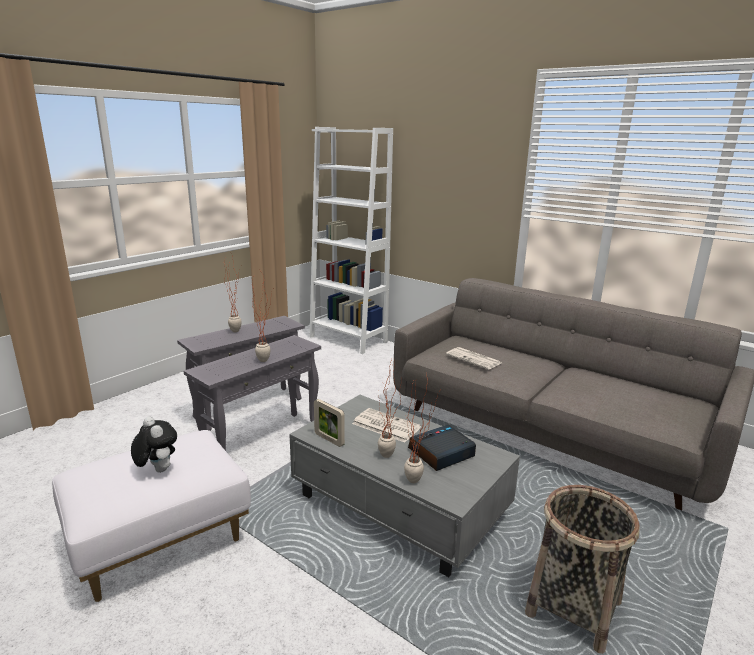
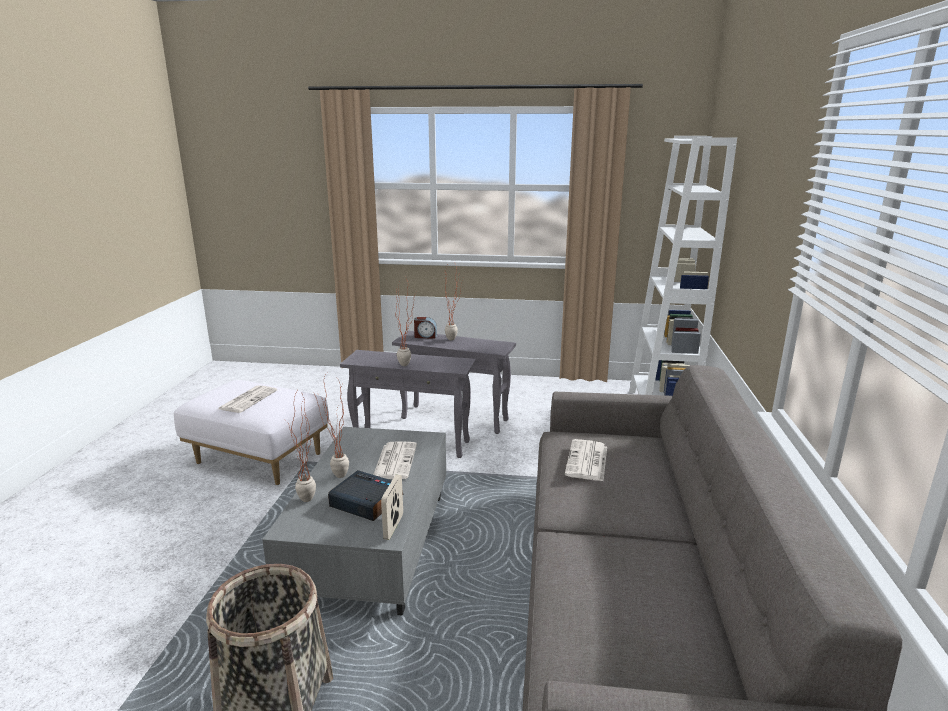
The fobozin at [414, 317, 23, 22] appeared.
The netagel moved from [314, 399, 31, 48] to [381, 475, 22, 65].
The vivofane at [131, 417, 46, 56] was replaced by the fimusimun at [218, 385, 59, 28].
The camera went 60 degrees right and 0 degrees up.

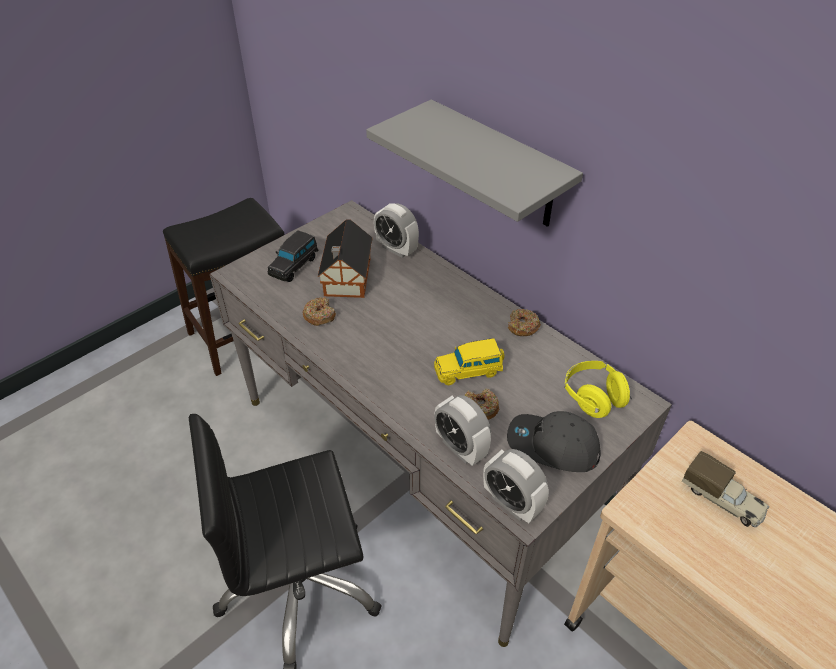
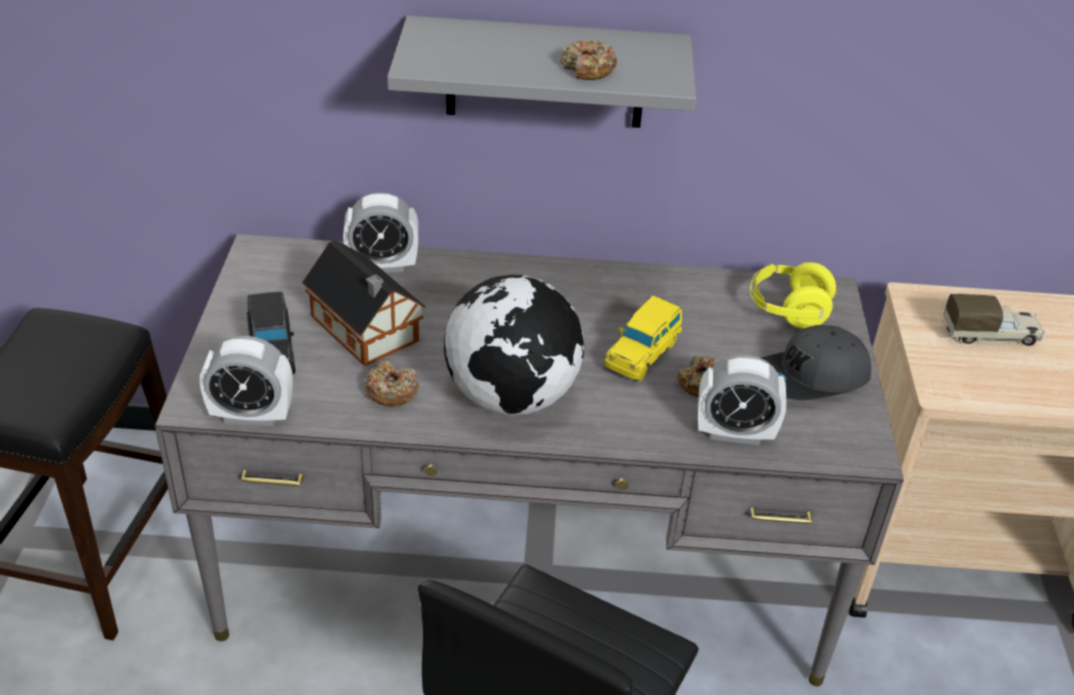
The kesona at [444, 275, 141, 140] appeared.
The fobozin moved from [483, 449, 66, 74] to [200, 336, 93, 90].
The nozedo moved from [508, 309, 33, 27] to [561, 39, 56, 41].
The camera went 45 degrees left and 5 degrees down.

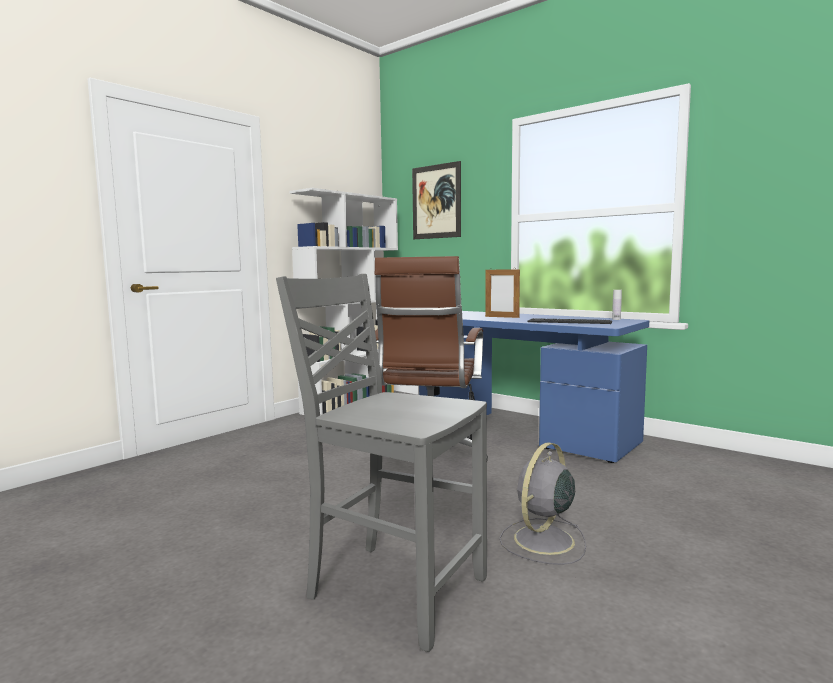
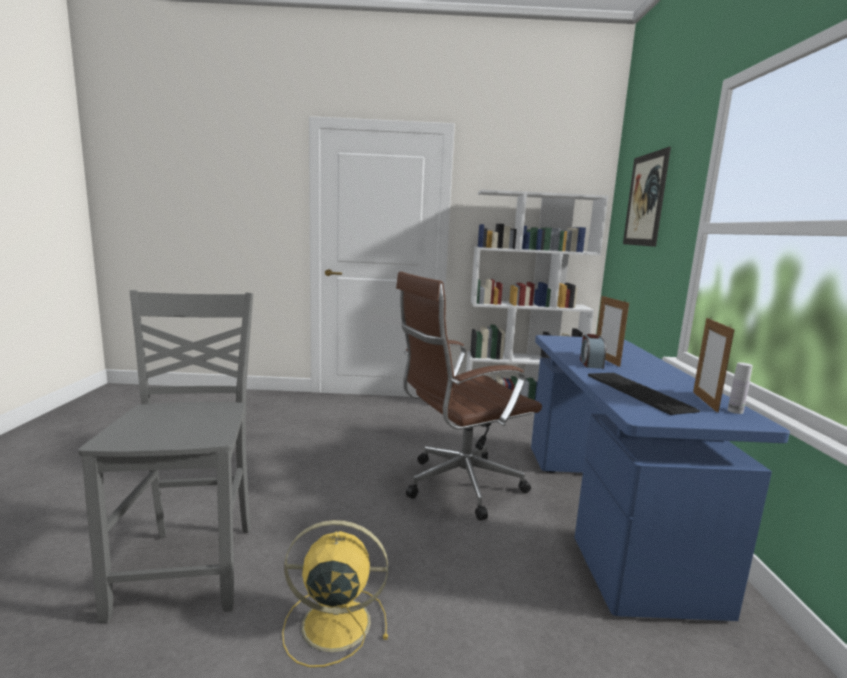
The fobozin at [580, 334, 26, 35] appeared.
The netagel at [693, 318, 42, 95] appeared.
The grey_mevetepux at [500, 442, 86, 123] became the yellow_mevetepux at [282, 520, 106, 147].
The camera went 50 degrees right and 5 degrees up.

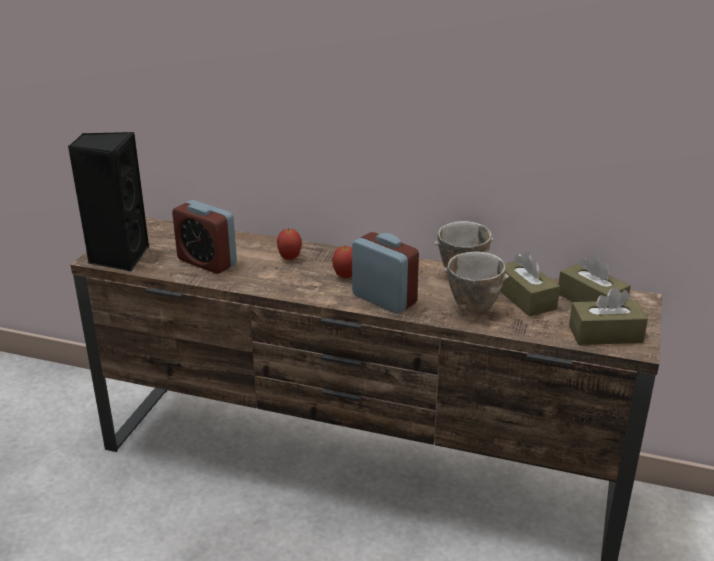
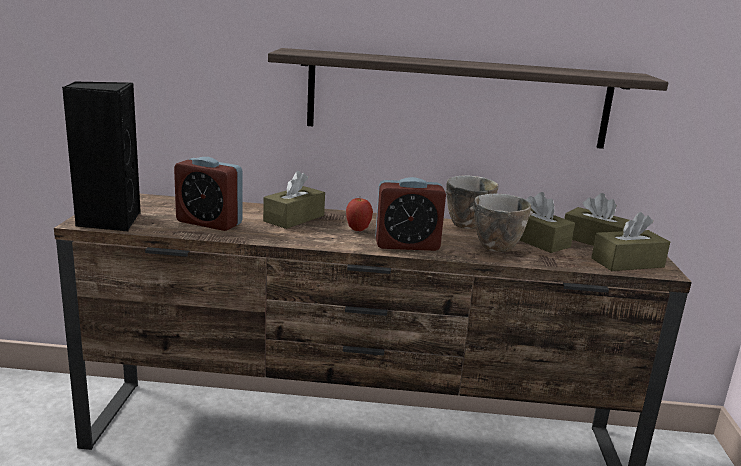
The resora at [268, 48, 400, 101] appeared.
The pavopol at [277, 228, 25, 32] was replaced by the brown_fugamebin at [263, 171, 62, 58].
The fobozin at [352, 232, 67, 81] turned 150 degrees clockwise.
The camera went 15 degrees left and 10 degrees down.

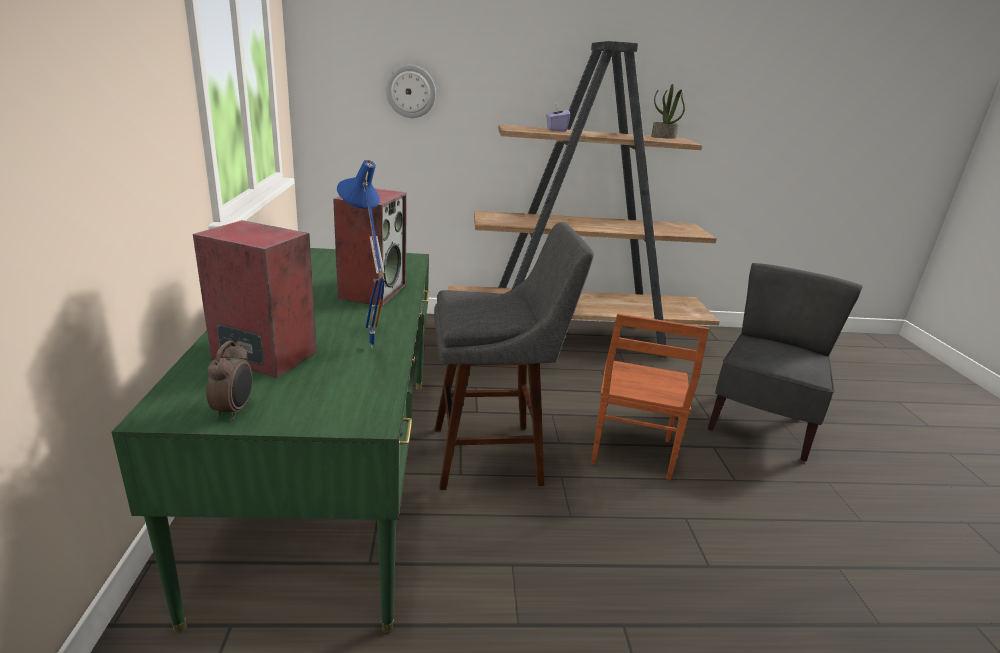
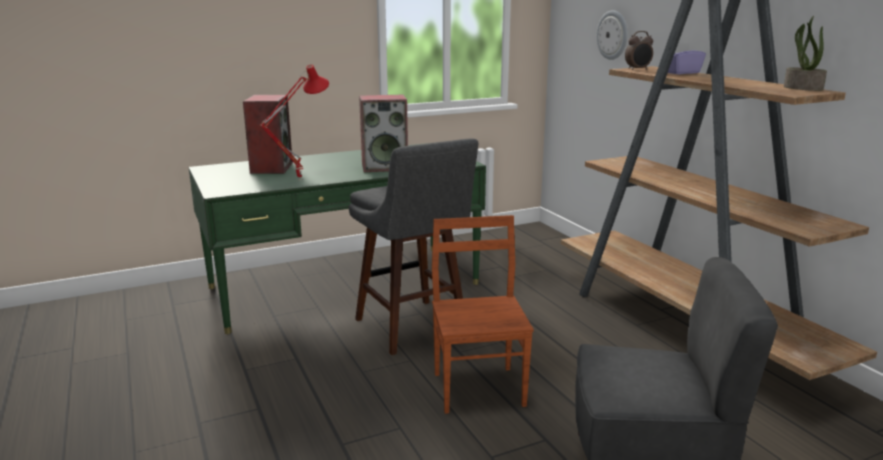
The fobozin moved from [206, 340, 46, 80] to [625, 31, 28, 39].
The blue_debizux at [337, 160, 48, 189] became the red_debizux at [260, 64, 69, 116].
The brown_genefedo at [591, 313, 118, 167] turned 90 degrees clockwise.
The camera went 70 degrees right and 5 degrees down.

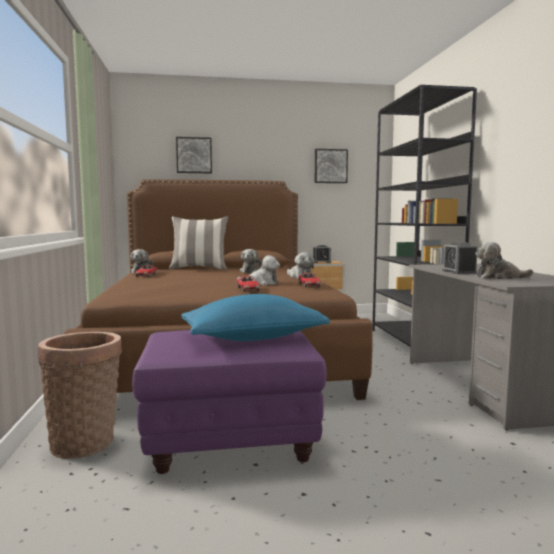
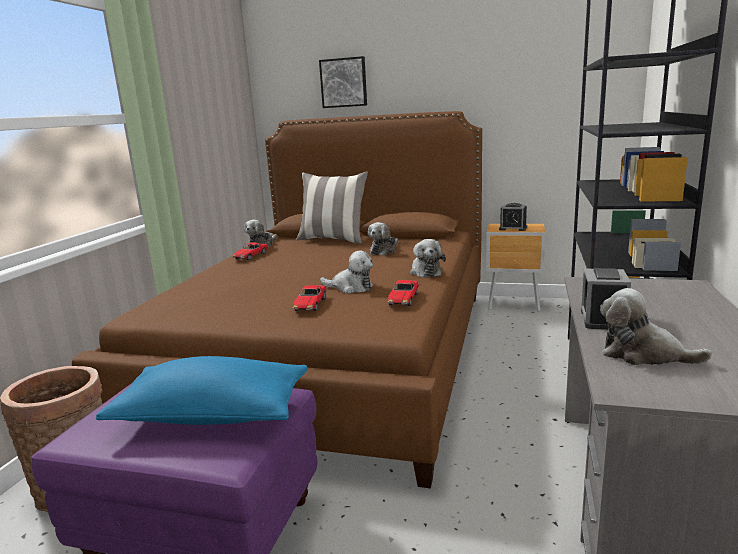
The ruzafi at [315, 149, 33, 34] disappeared.
The camera went 25 degrees right and 10 degrees up.

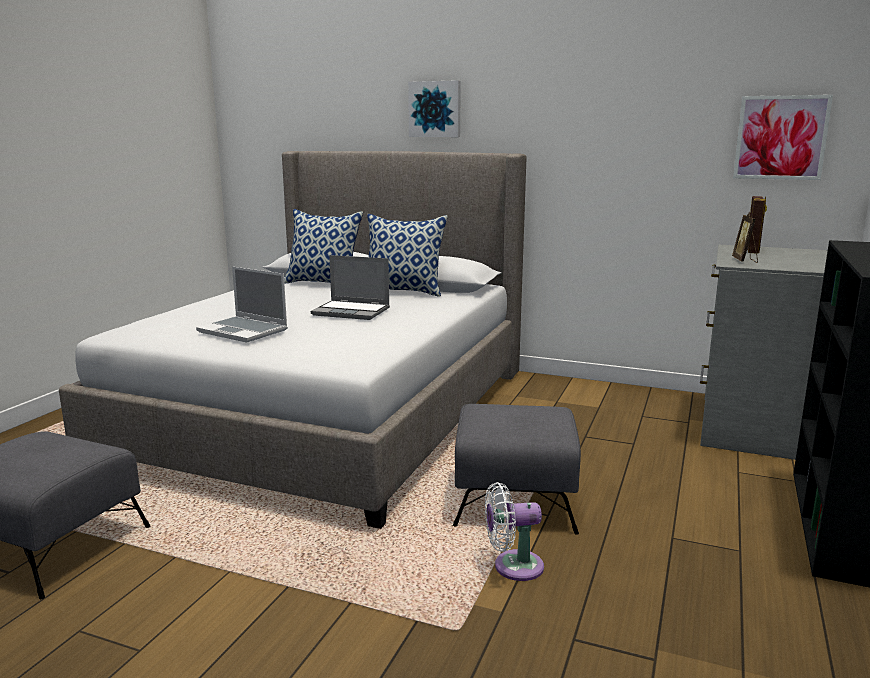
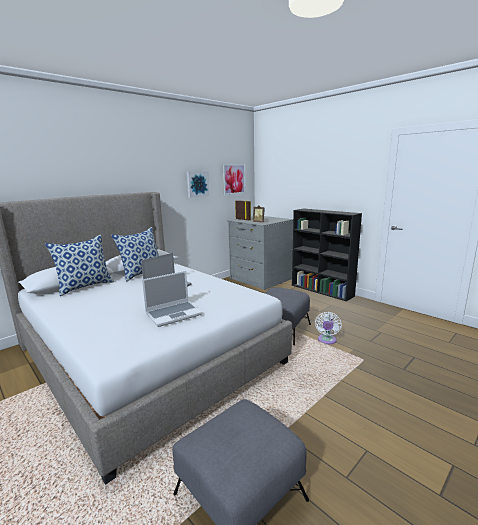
The ruzafi moved from [408, 80, 53, 57] to [187, 171, 23, 27].
The camera went 65 degrees left and 0 degrees up.

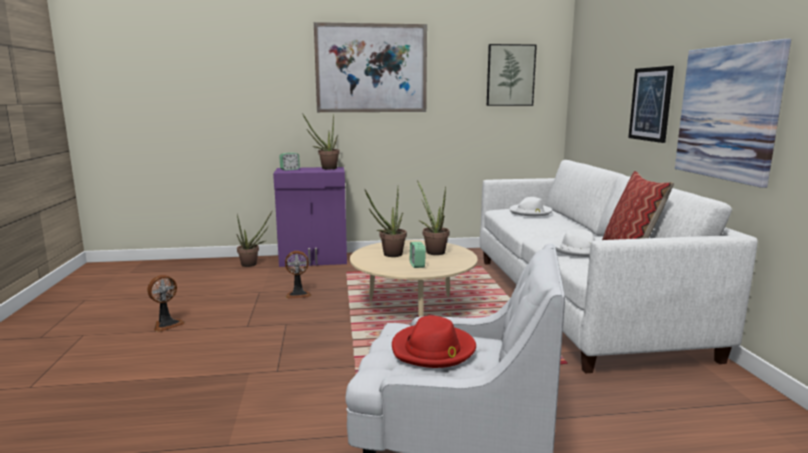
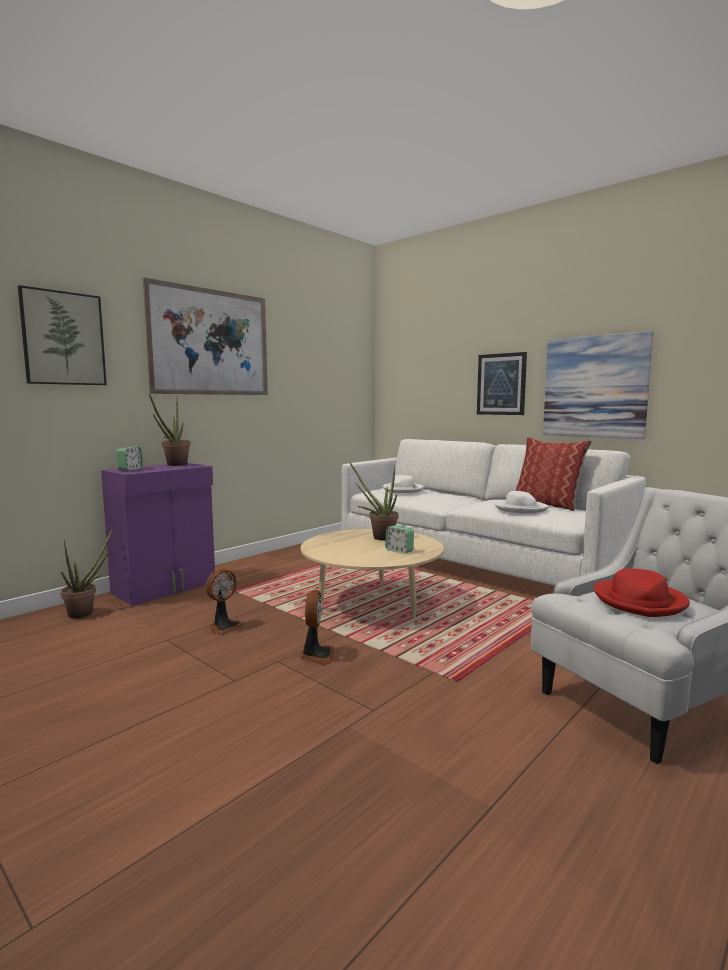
The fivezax at [365, 188, 42, 69] disappeared.
The mevetepux moved from [147, 275, 38, 57] to [300, 590, 34, 75].
The ruzafi moved from [487, 44, 50, 62] to [18, 285, 89, 100].
The camera went 40 degrees left and 5 degrees down.

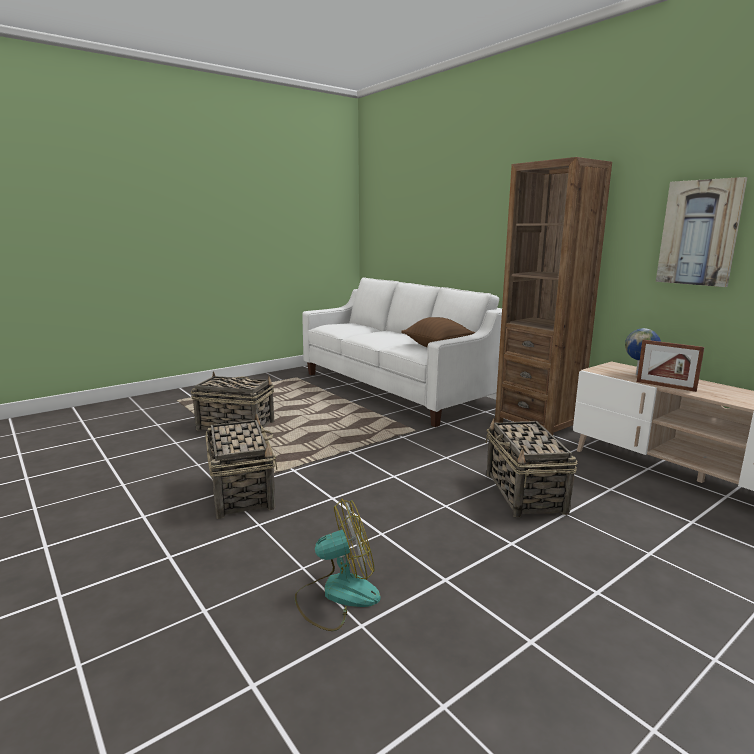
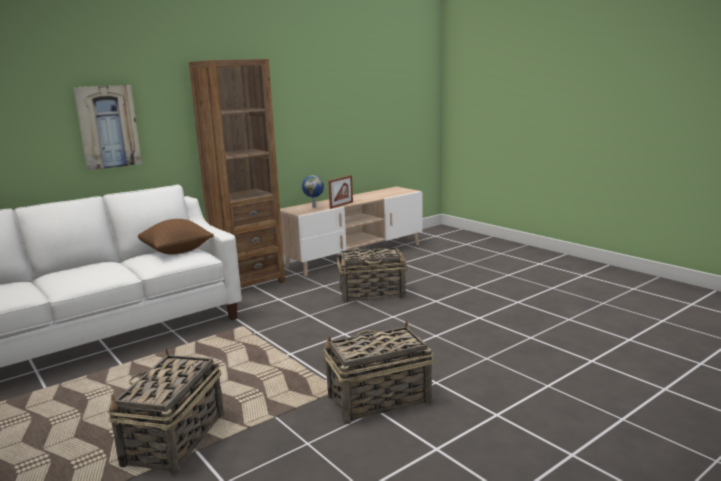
The mevetepux at [295, 499, 86, 132] disappeared.
The ruzafi moved from [656, 177, 92, 110] to [73, 85, 69, 86].
The camera went 90 degrees left and 0 degrees up.

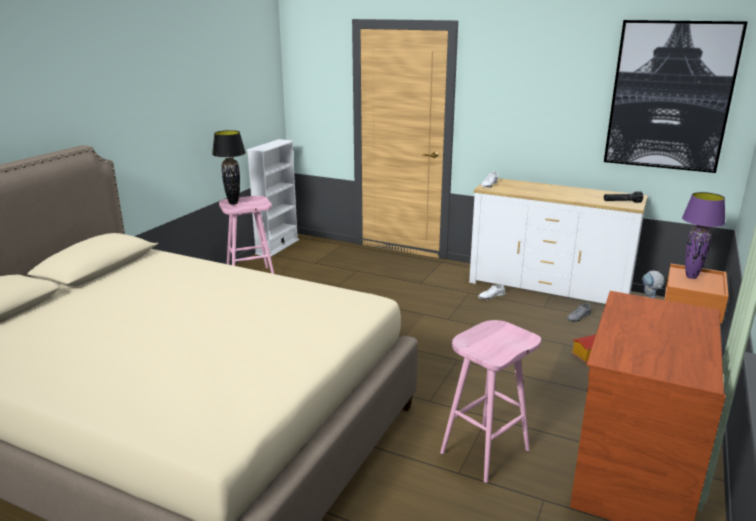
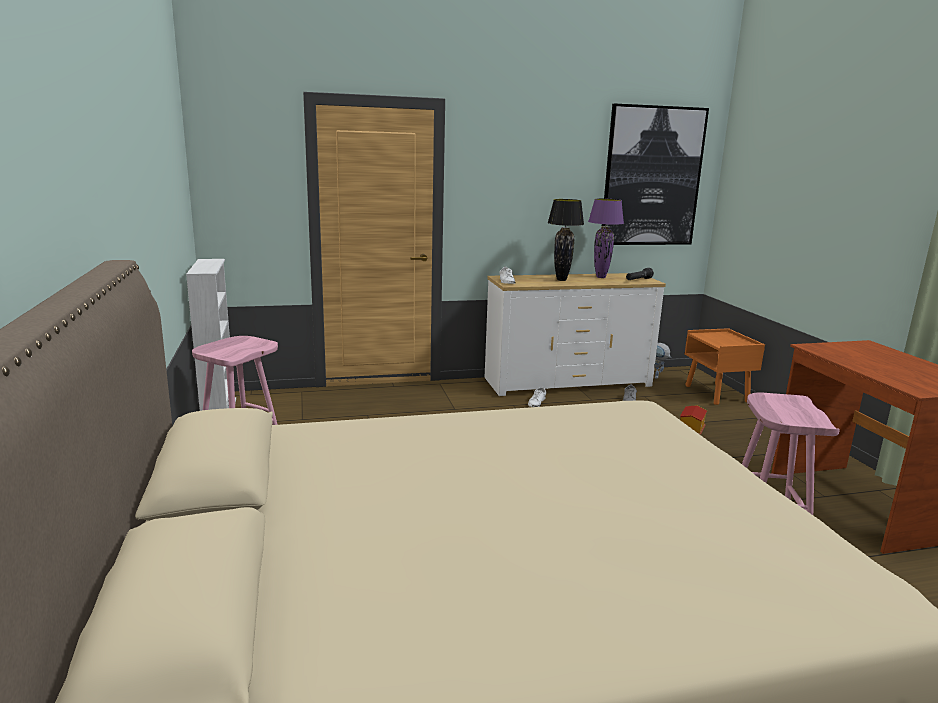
The black_debizux moved from [212, 130, 34, 75] to [548, 199, 36, 82].
The purple_debizux moved from [682, 192, 43, 87] to [588, 198, 36, 80].
The camera went 40 degrees left and 5 degrees down.

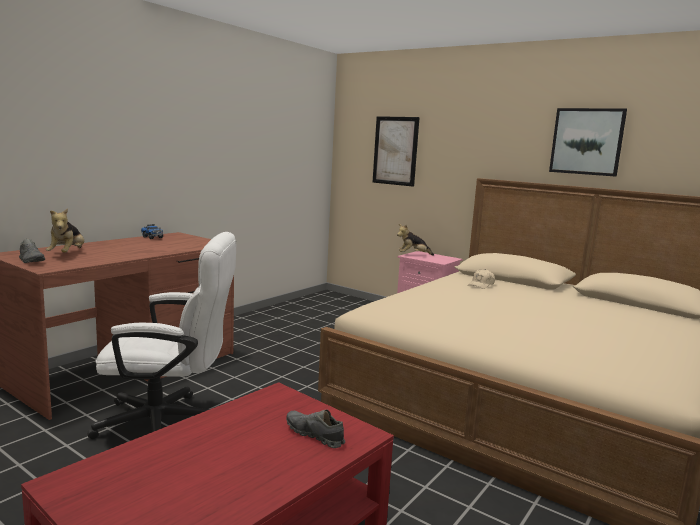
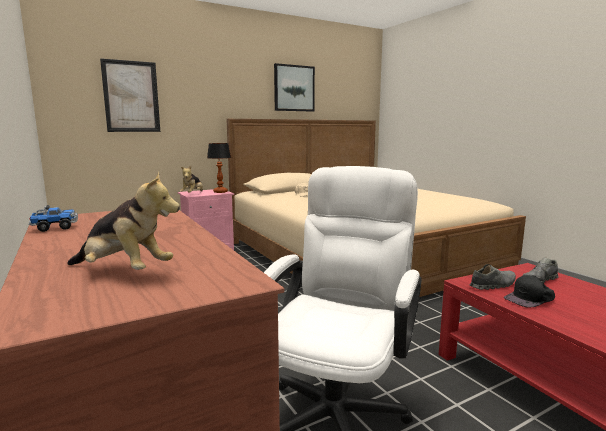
The debizux at [207, 143, 24, 50] appeared.
The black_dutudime at [503, 275, 52, 33] appeared.
The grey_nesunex moved from [19, 239, 26, 24] to [470, 264, 46, 26].
The camera went 65 degrees left and 0 degrees up.

